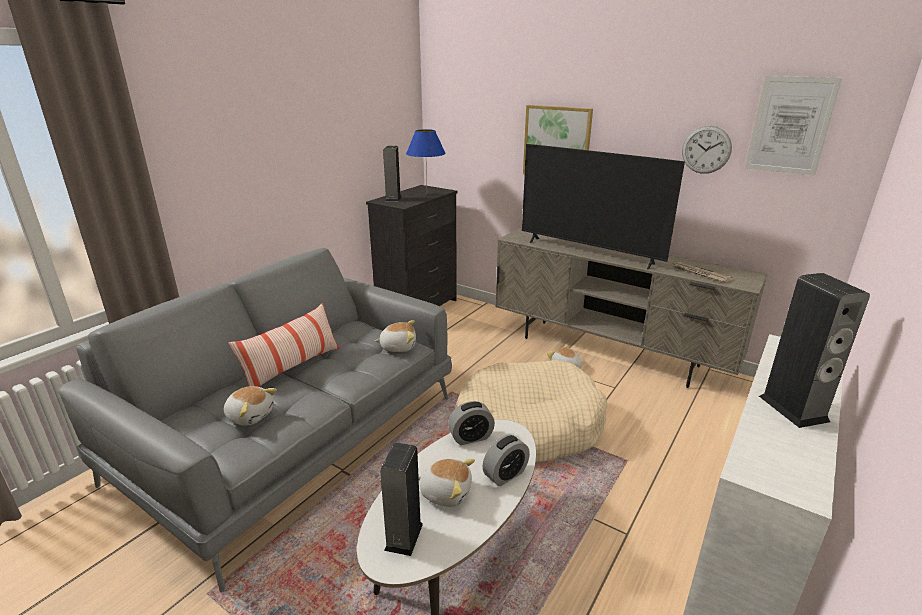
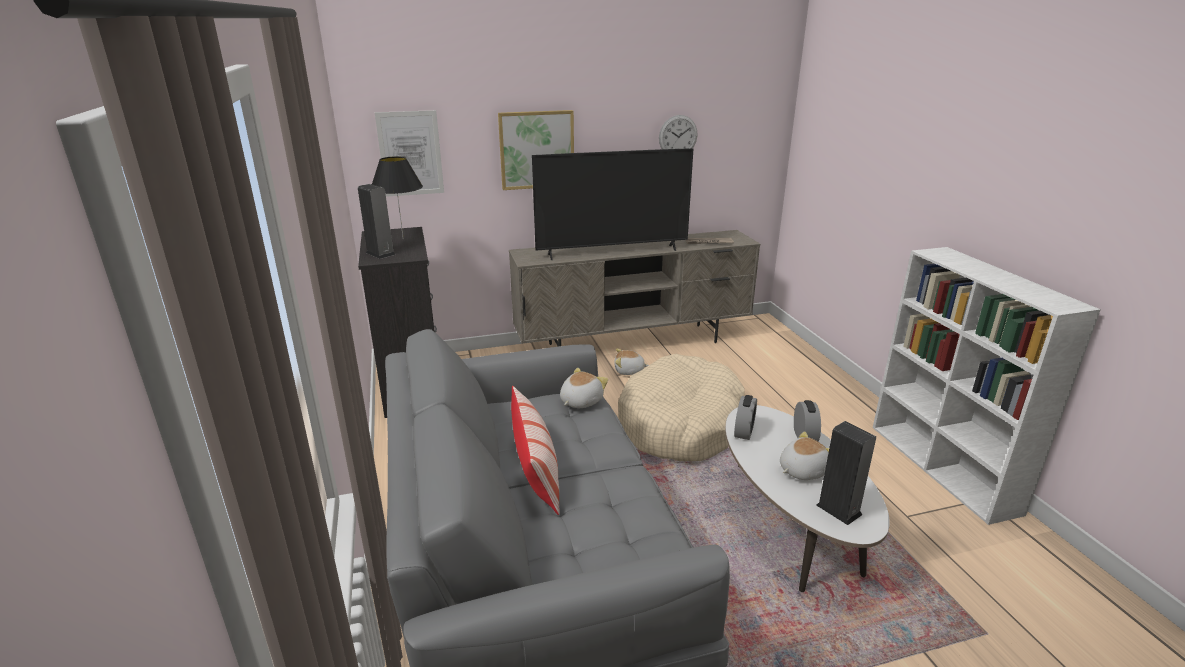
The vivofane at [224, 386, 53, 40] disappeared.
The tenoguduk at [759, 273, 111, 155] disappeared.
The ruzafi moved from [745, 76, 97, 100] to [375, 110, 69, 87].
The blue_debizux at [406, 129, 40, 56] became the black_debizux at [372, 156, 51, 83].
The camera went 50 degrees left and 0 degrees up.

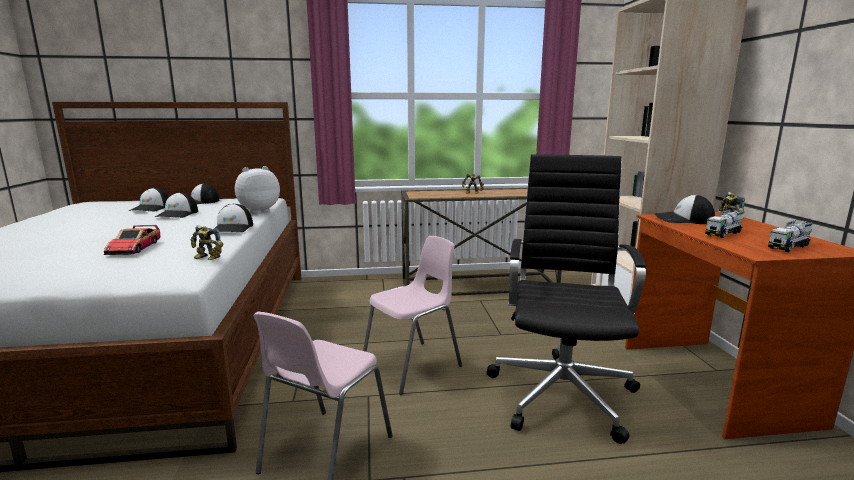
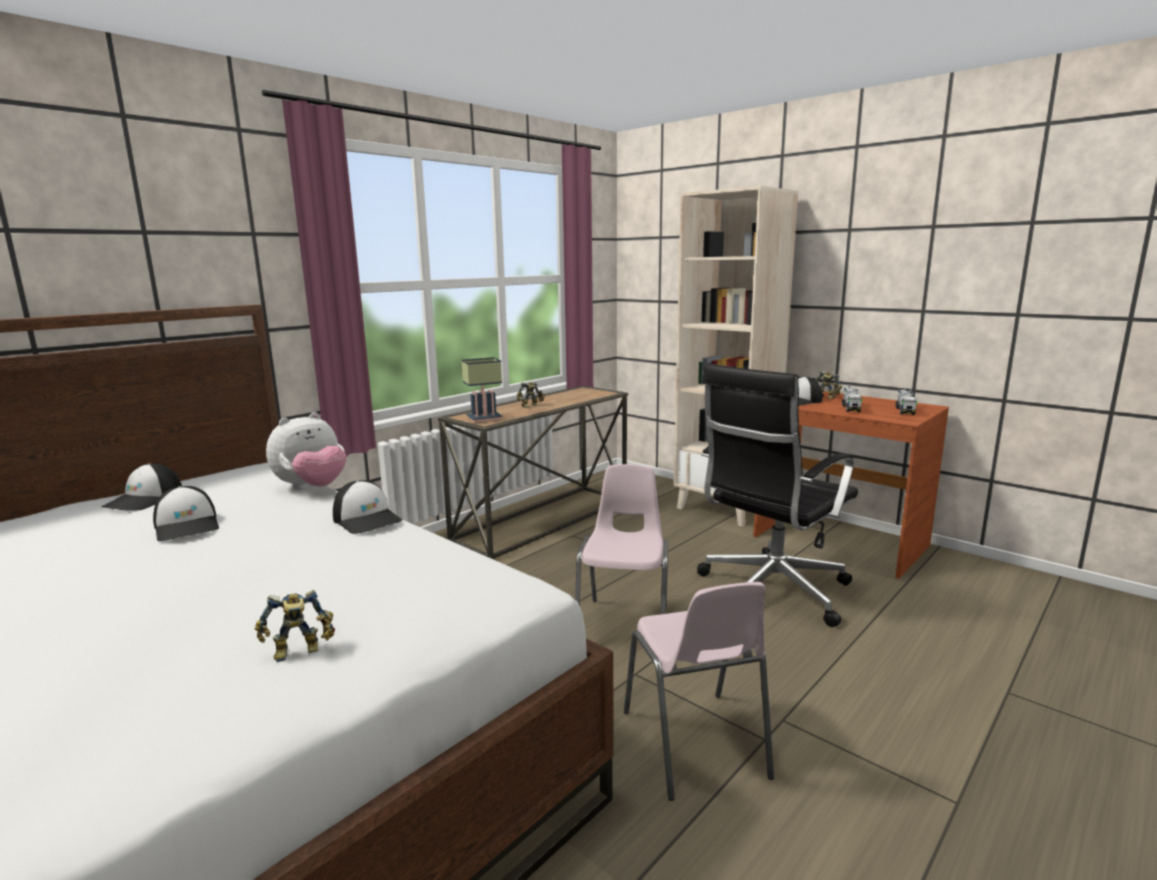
The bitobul at [104, 225, 56, 30] disappeared.
The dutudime at [129, 188, 40, 23] disappeared.
The debizux at [461, 357, 41, 66] appeared.
The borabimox moved from [190, 225, 33, 35] to [255, 589, 80, 73].
The vivofane at [234, 166, 46, 48] turned 150 degrees counterclockwise.
The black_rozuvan at [487, 154, 159, 290] turned 105 degrees counterclockwise.
The camera went 40 degrees left and 0 degrees up.

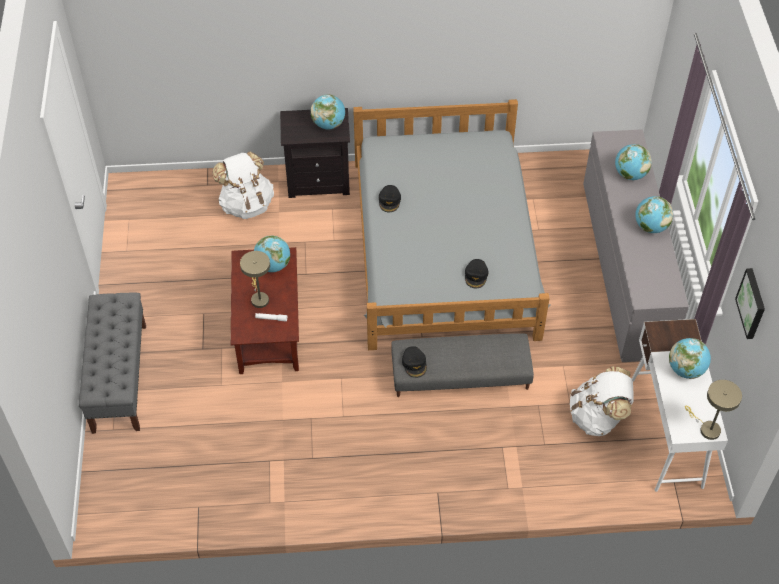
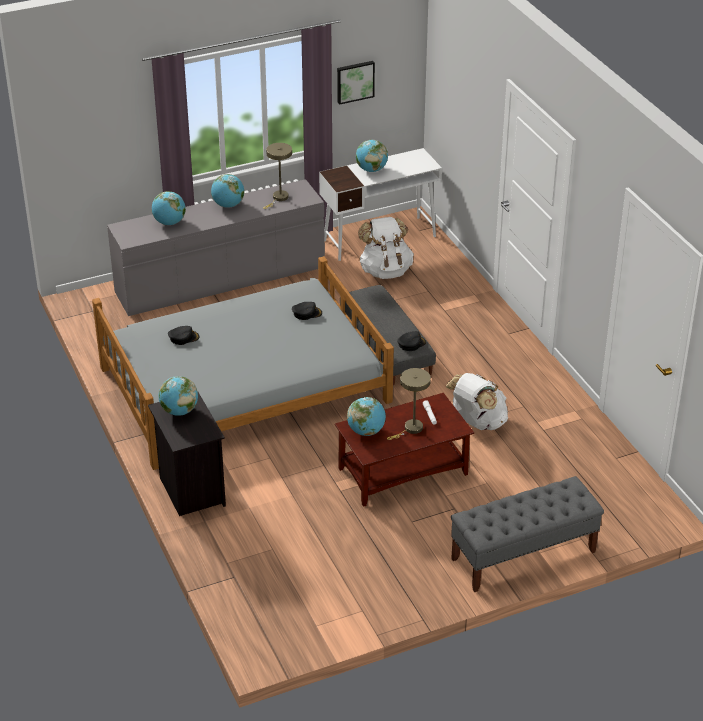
The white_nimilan moved from [212, 152, 62, 67] to [446, 373, 62, 57].
The black_dutudime moved from [379, 185, 22, 27] to [168, 326, 31, 19].
The beige_debizux moved from [685, 380, 57, 60] to [263, 143, 29, 66].
The camera went 110 degrees left and 15 degrees down.

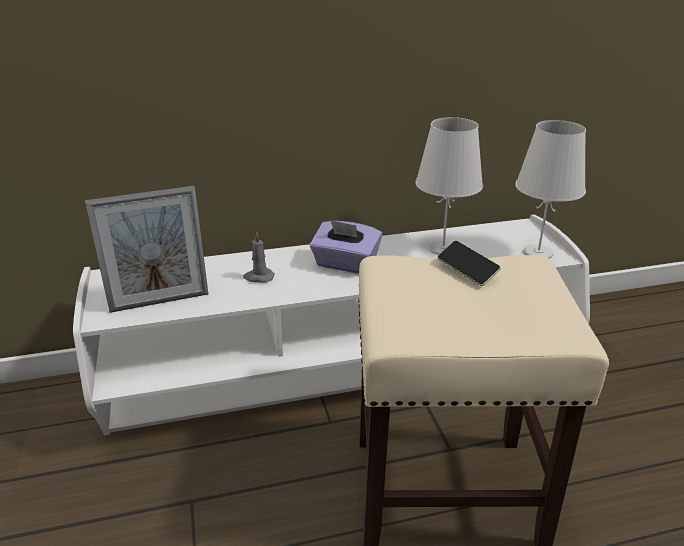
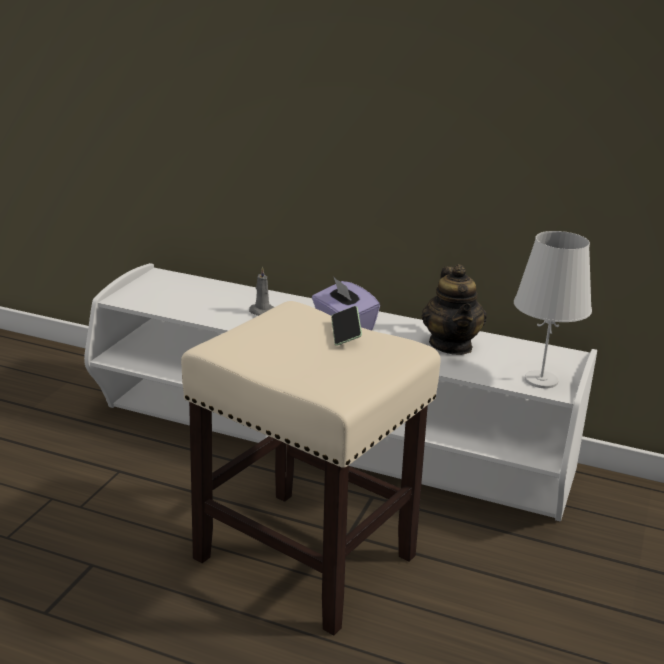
The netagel at [85, 186, 123, 127] disappeared.
The white_debizux at [416, 117, 67, 138] was replaced by the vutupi at [421, 264, 66, 91].
The camera went 35 degrees right and 5 degrees down.

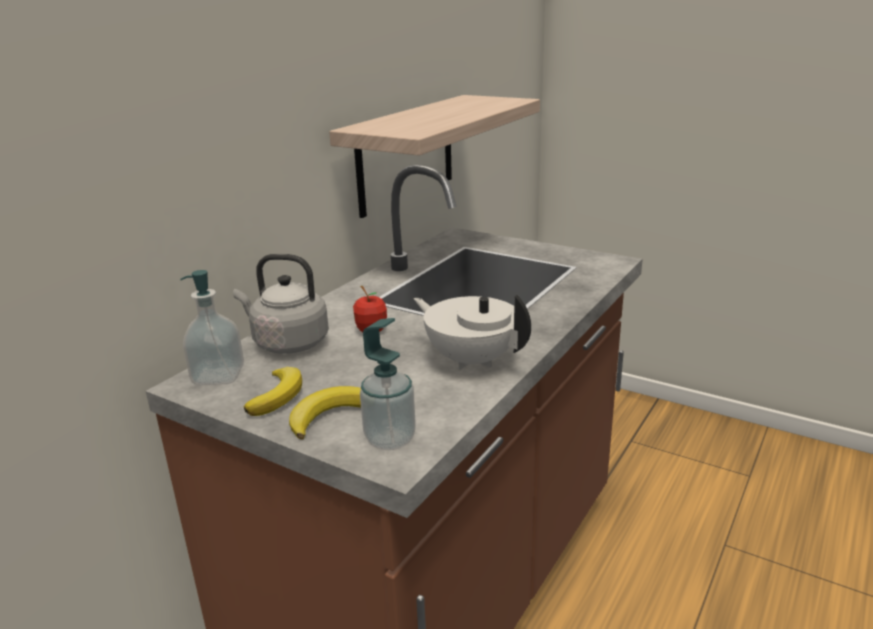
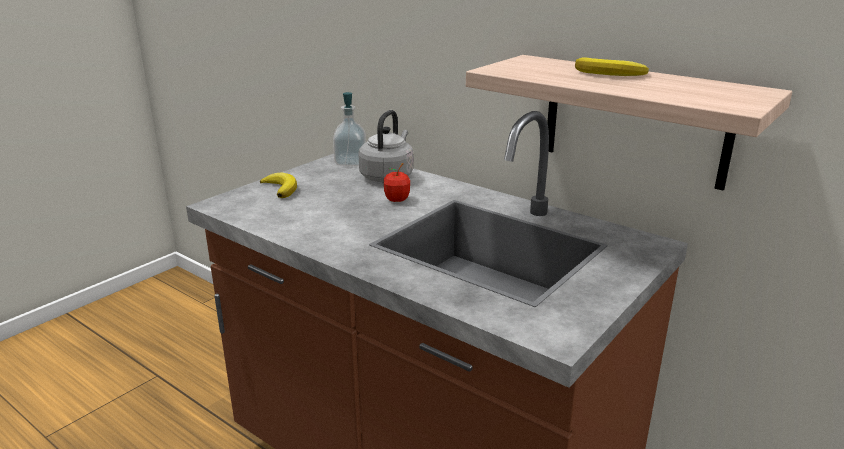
The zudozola at [360, 318, 56, 132] disappeared.
The white_vutupi at [414, 295, 117, 75] disappeared.
The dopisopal moved from [244, 367, 58, 49] to [575, 57, 74, 19].
The camera went 95 degrees right and 0 degrees up.

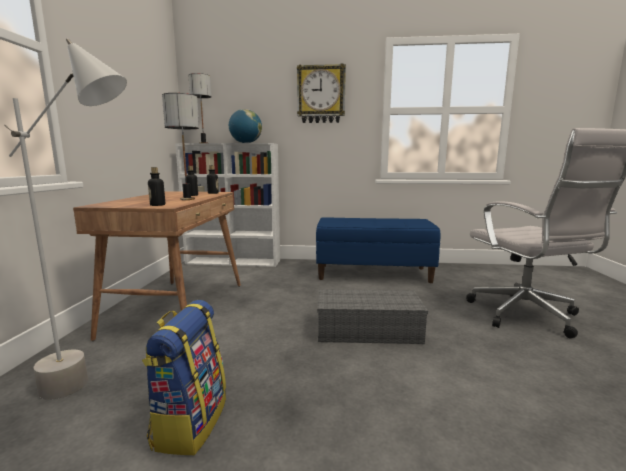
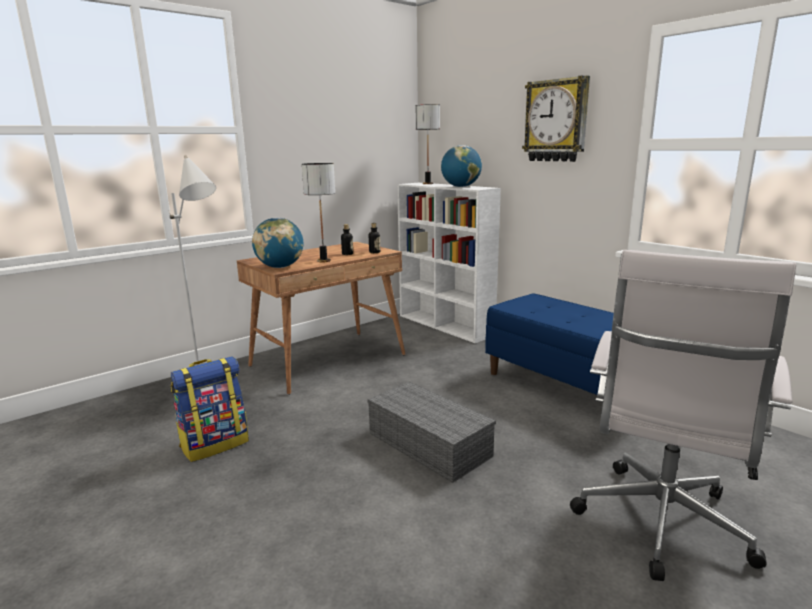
The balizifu at [148, 167, 17, 39] was replaced by the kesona at [252, 218, 51, 50].
The camera went 45 degrees right and 5 degrees up.

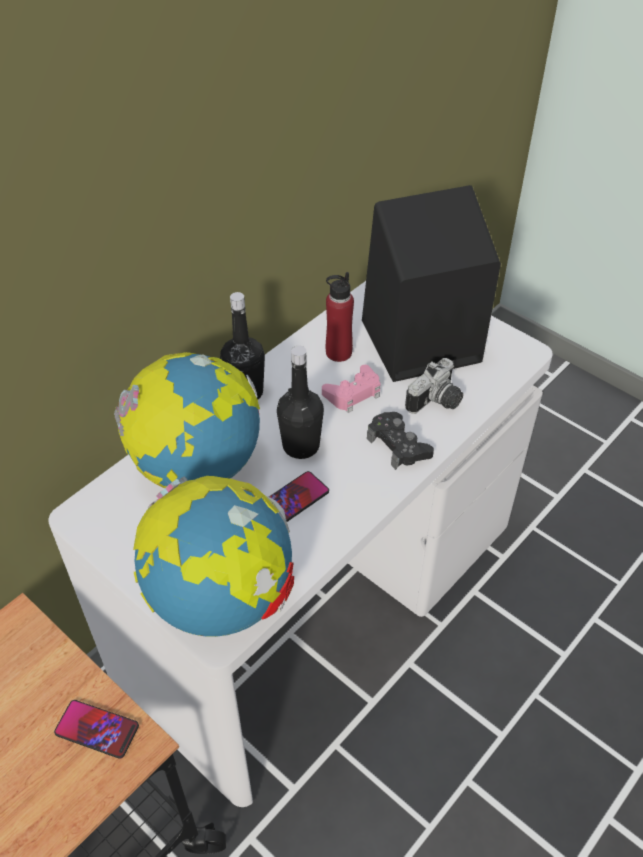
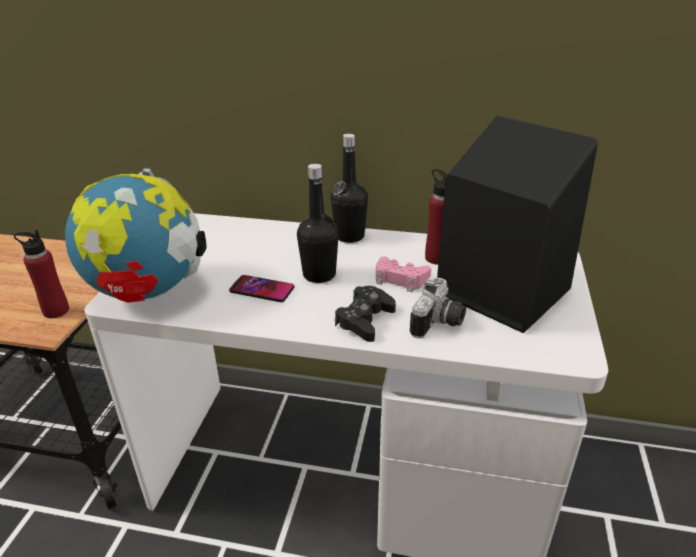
The kesona at [114, 352, 146, 136] disappeared.
The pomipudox at [54, 700, 85, 59] was replaced by the red_balizifu at [14, 230, 55, 88].
The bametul at [405, 358, 58, 56] turned 75 degrees counterclockwise.
The camera went 60 degrees right and 15 degrees down.

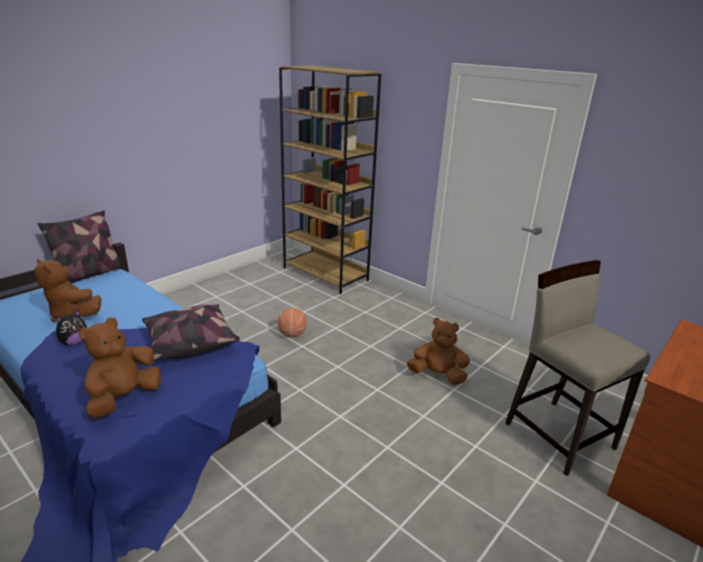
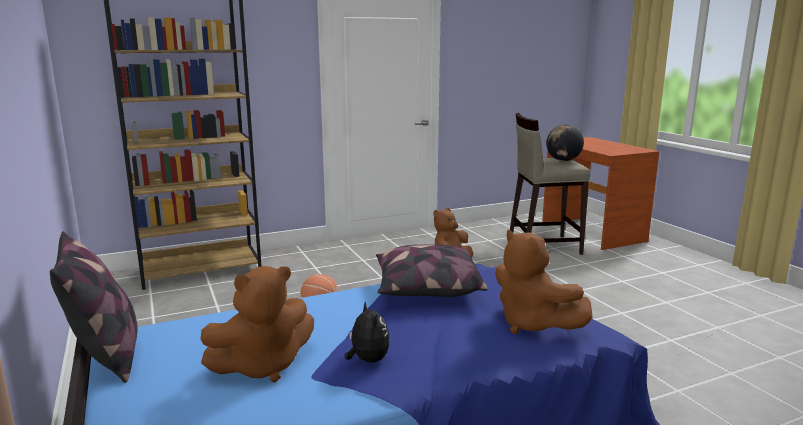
The kesona at [546, 124, 38, 37] appeared.
The camera went 65 degrees left and 10 degrees down.

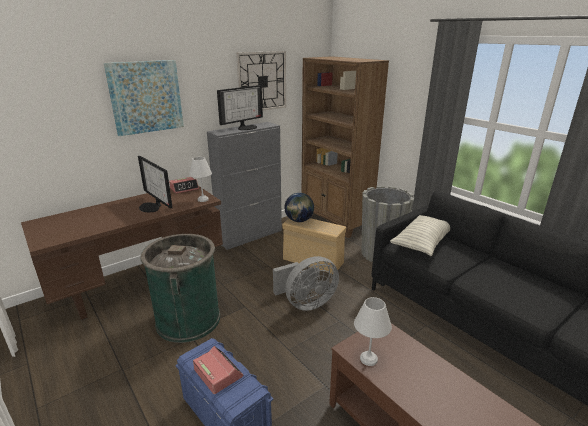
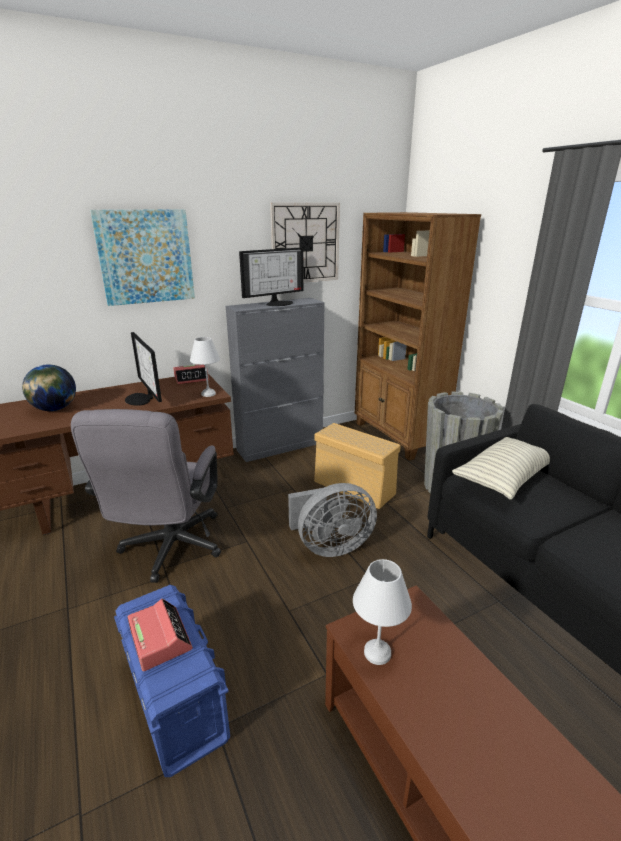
The kesona moved from [284, 193, 30, 29] to [22, 364, 54, 47].
The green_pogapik at [140, 234, 80, 109] was replaced by the grey_rozuvan at [71, 409, 150, 174].
The camera went 10 degrees right and 0 degrees up.

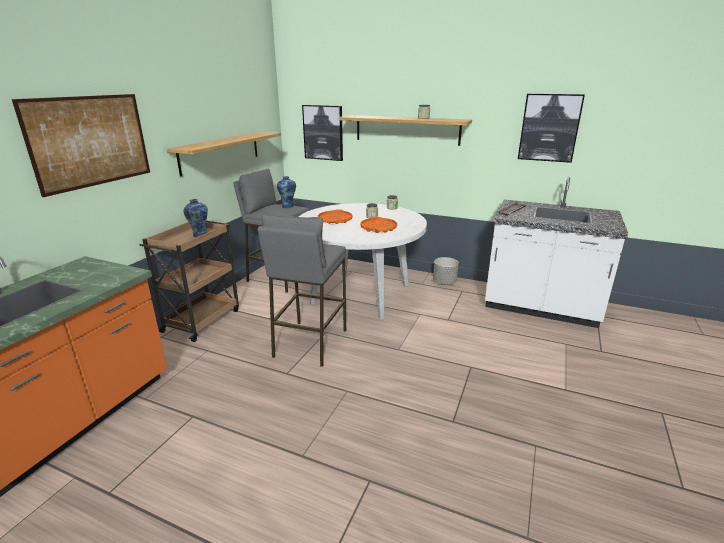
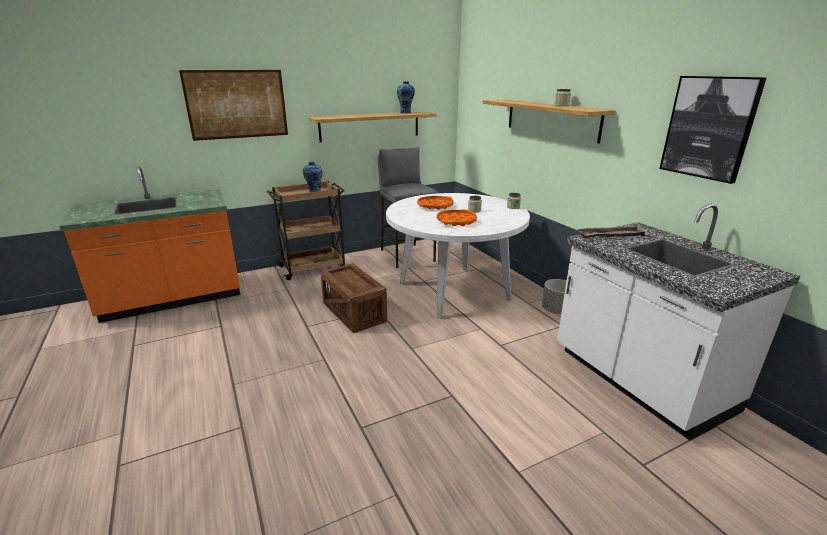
The ruzafi at [302, 105, 41, 56] disappeared.
The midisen moved from [277, 176, 19, 32] to [397, 81, 18, 33].
The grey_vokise at [258, 215, 88, 152] was replaced by the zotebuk at [320, 263, 67, 70].
The camera went 40 degrees right and 0 degrees up.

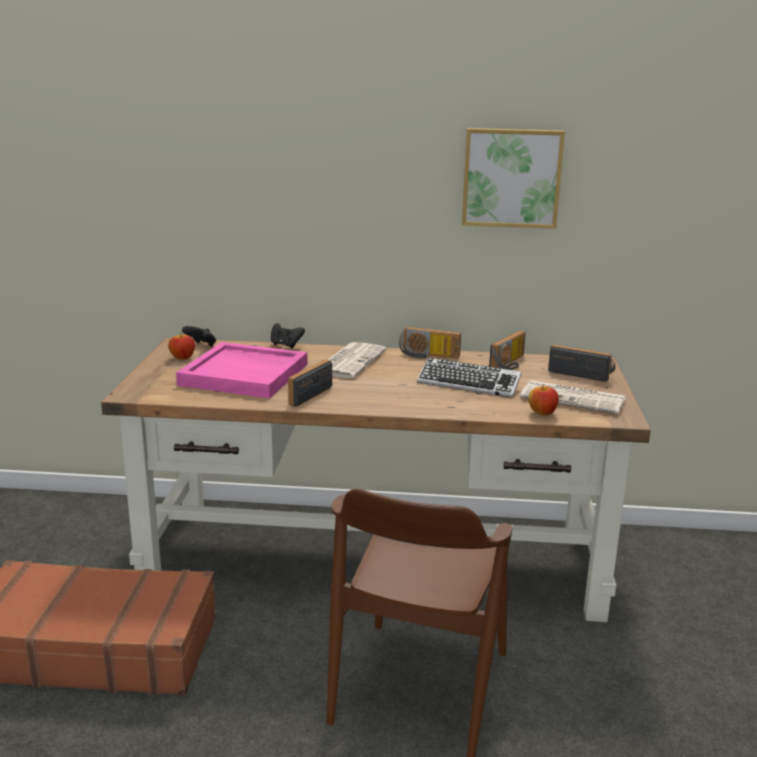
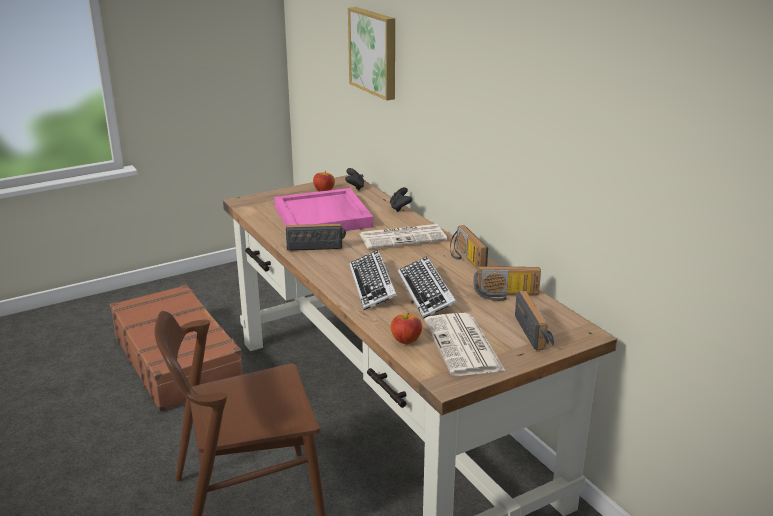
The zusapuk at [349, 250, 48, 60] appeared.
The ruzafi moved from [462, 128, 103, 101] to [348, 7, 47, 94].
The camera went 55 degrees right and 5 degrees up.

